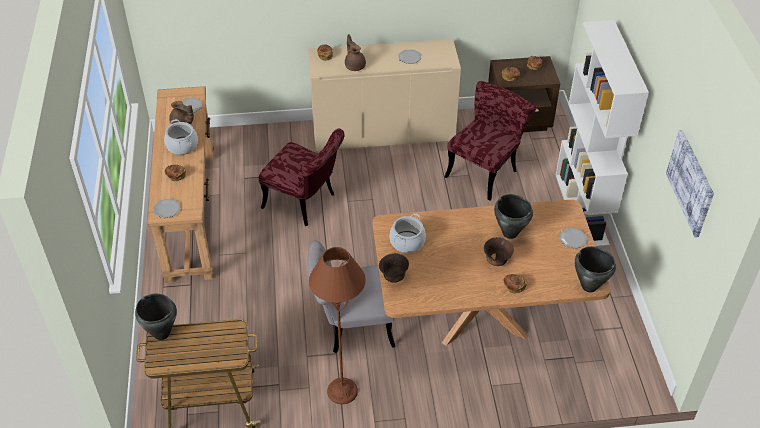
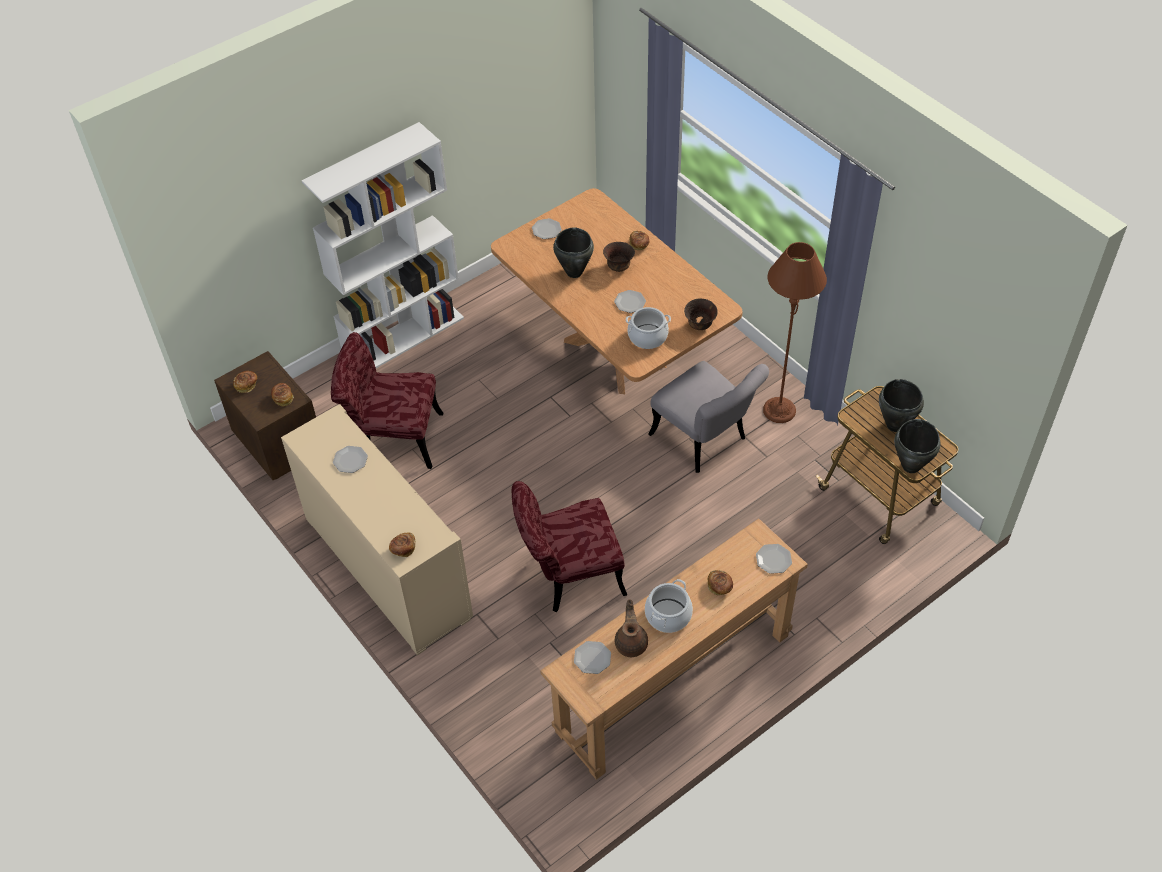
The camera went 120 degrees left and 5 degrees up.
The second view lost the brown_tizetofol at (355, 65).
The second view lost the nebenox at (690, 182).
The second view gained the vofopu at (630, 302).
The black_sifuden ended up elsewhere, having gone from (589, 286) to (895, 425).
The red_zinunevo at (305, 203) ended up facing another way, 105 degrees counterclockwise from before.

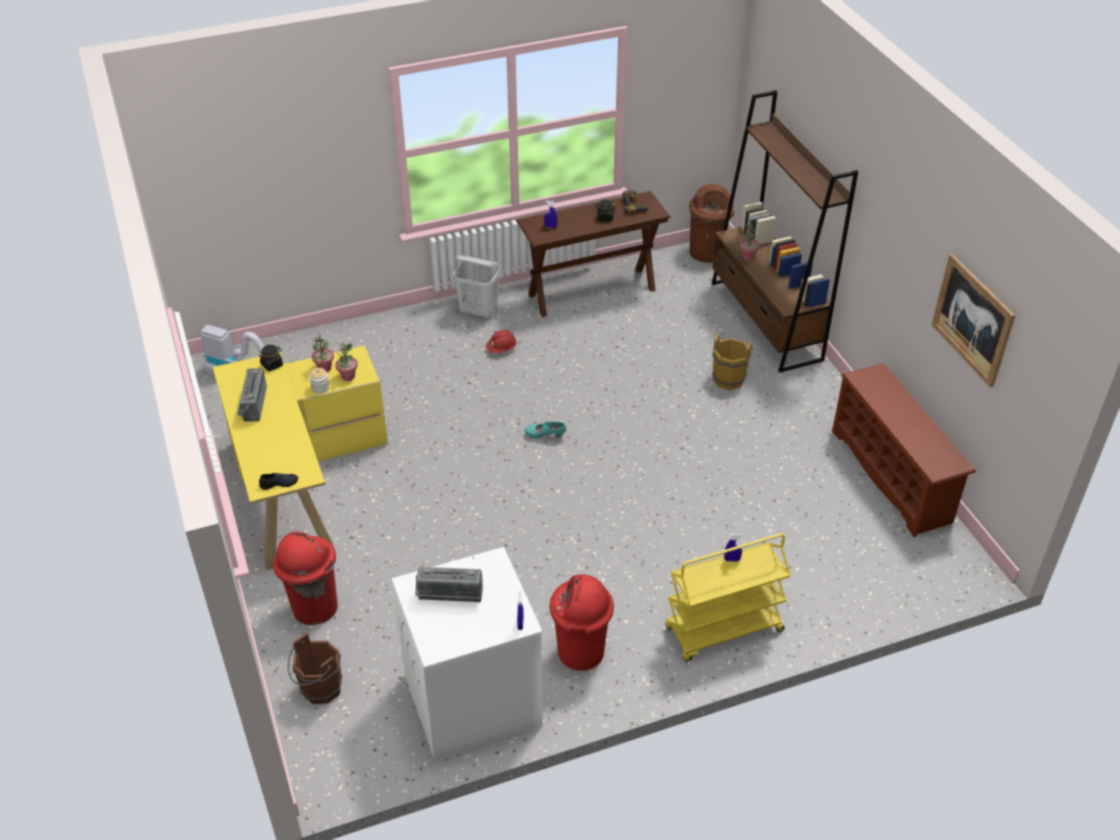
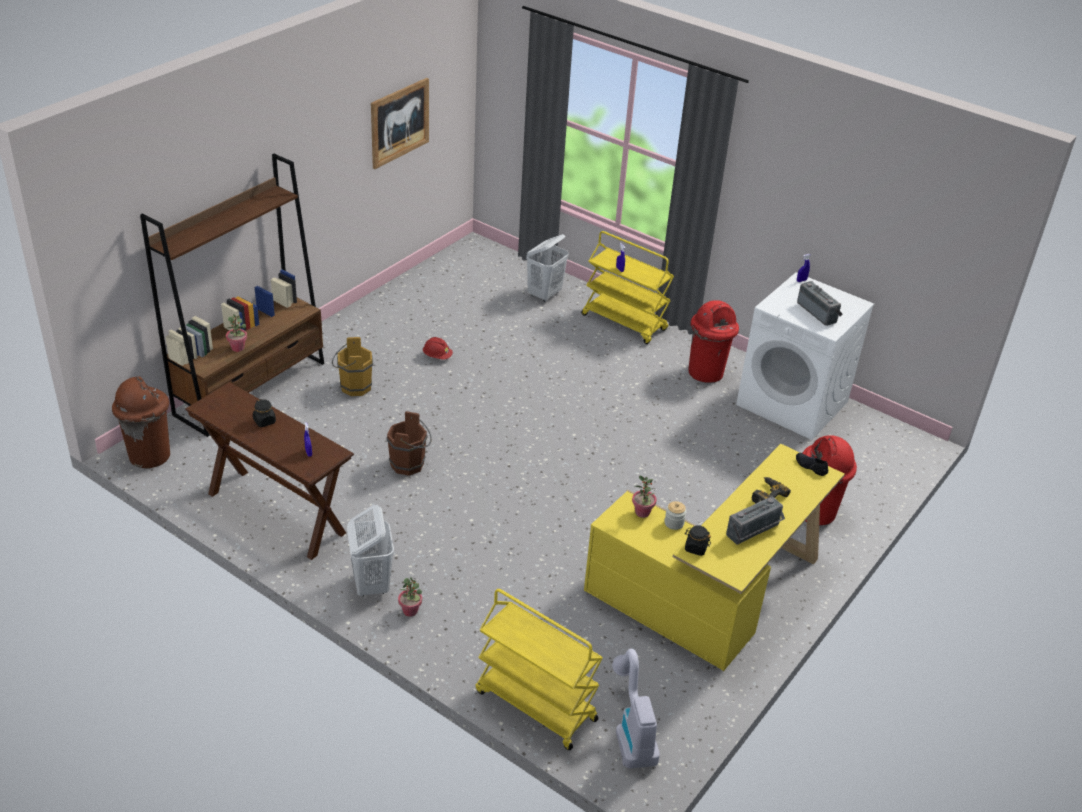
The camera went 125 degrees left and 5 degrees down.
The second view lost the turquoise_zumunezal at (545, 436).
The second view lost the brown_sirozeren at (892, 476).
The second view gained the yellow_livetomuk at (534, 705).
The second view gained the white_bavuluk at (545, 294).
The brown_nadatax ended up elsewhere, having gone from (319, 690) to (410, 465).
The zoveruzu ended up elsewhere, having gone from (324, 368) to (410, 611).
The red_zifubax ended up elsewhere, having gone from (501, 349) to (437, 356).
The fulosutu ended up elsewhere, having gone from (635, 206) to (766, 494).

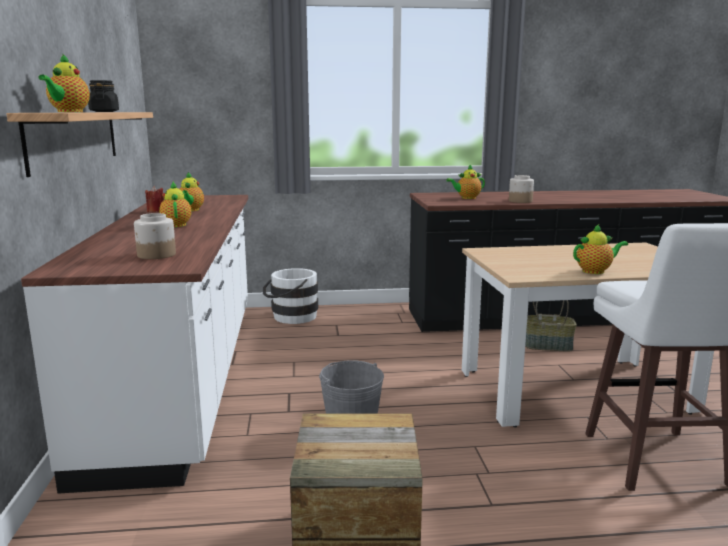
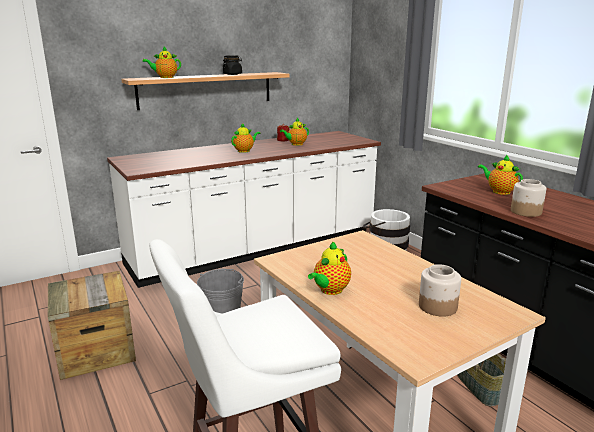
The camera went 65 degrees right and 5 degrees up.
The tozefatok ended up elsewhere, having gone from (156, 255) to (437, 307).
The tizetofol at (595, 271) ended up facing another way, 75 degrees clockwise from before.

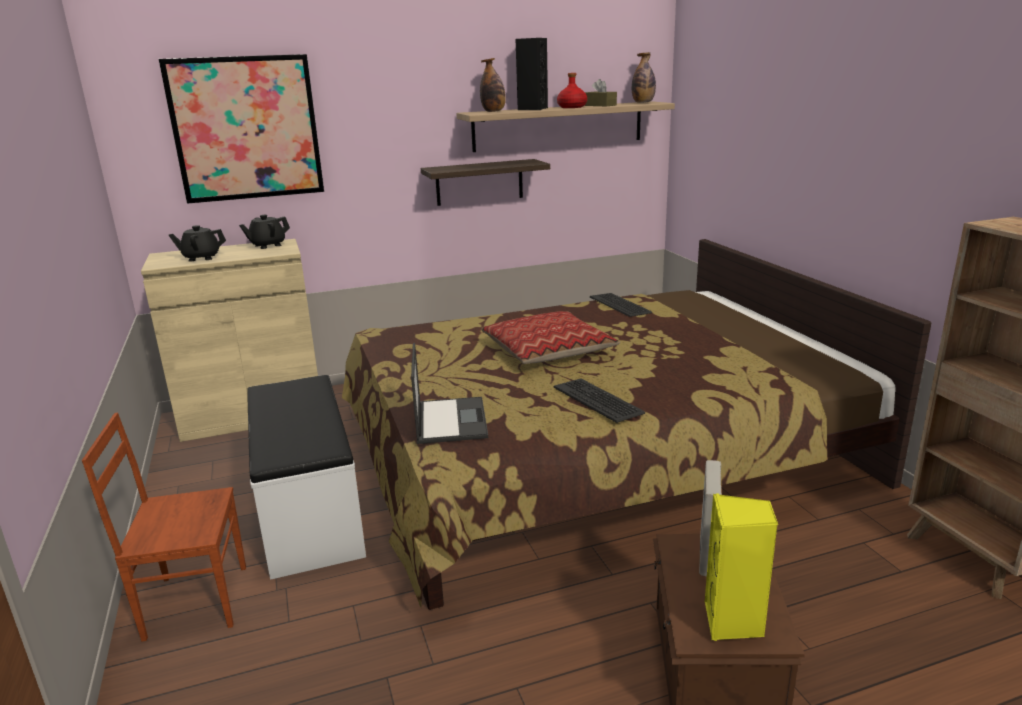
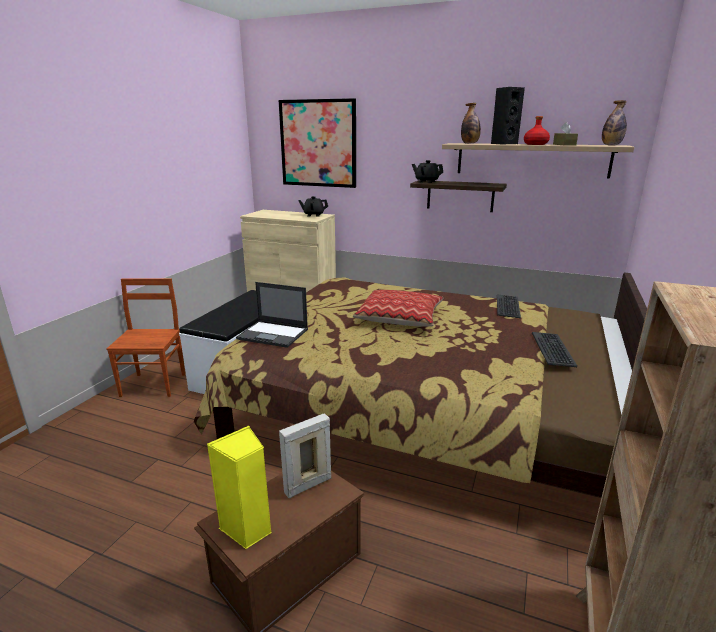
The camera went 40 degrees right and 0 degrees up.
The black_tizetofol ended up elsewhere, having gone from (201, 258) to (426, 181).
The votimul ended up elsewhere, having gone from (598, 400) to (553, 349).
The brown_zinunevo at (195, 601) ended up facing another way, 60 degrees clockwise from before.
The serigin at (450, 420) ended up facing another way, 75 degrees clockwise from before.

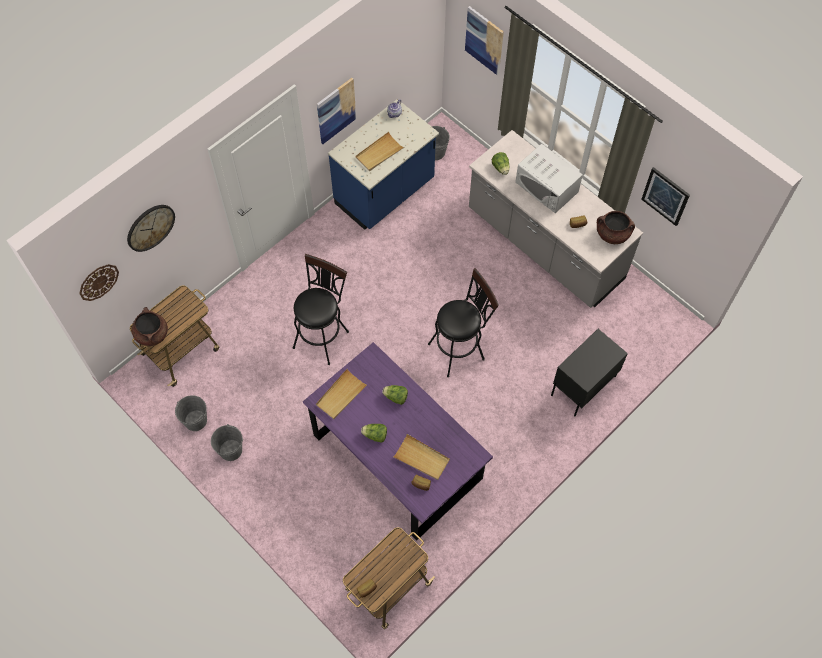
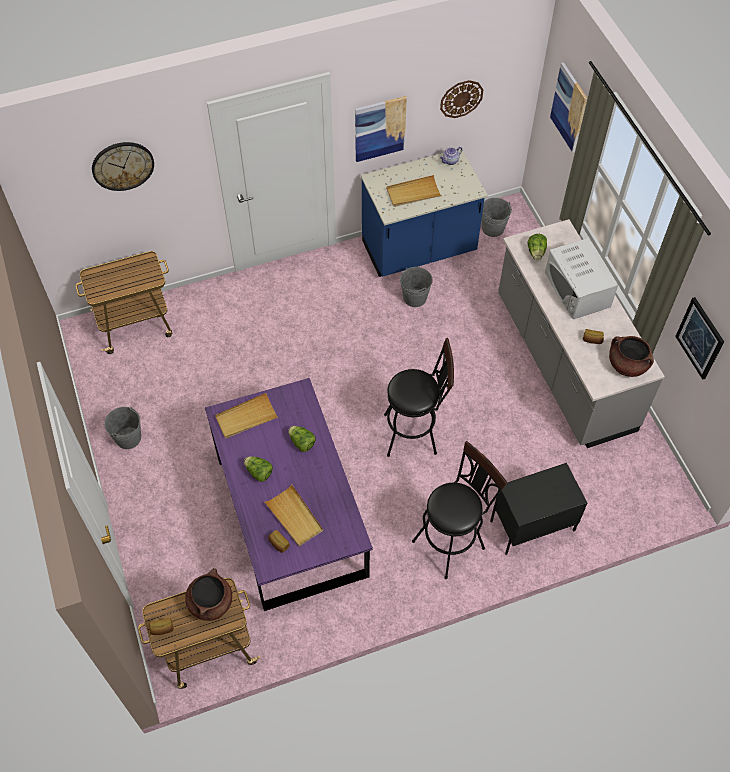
The camera went 25 degrees right and 5 degrees down.
The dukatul ended up elsewhere, having gone from (98, 282) to (461, 98).
The brown_sifuden ended up elsewhere, having gone from (152, 334) to (210, 602).
The grey_nadatax ended up elsewhere, having gone from (195, 420) to (414, 297).
The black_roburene ended up elsewhere, having gone from (323, 335) to (453, 541).

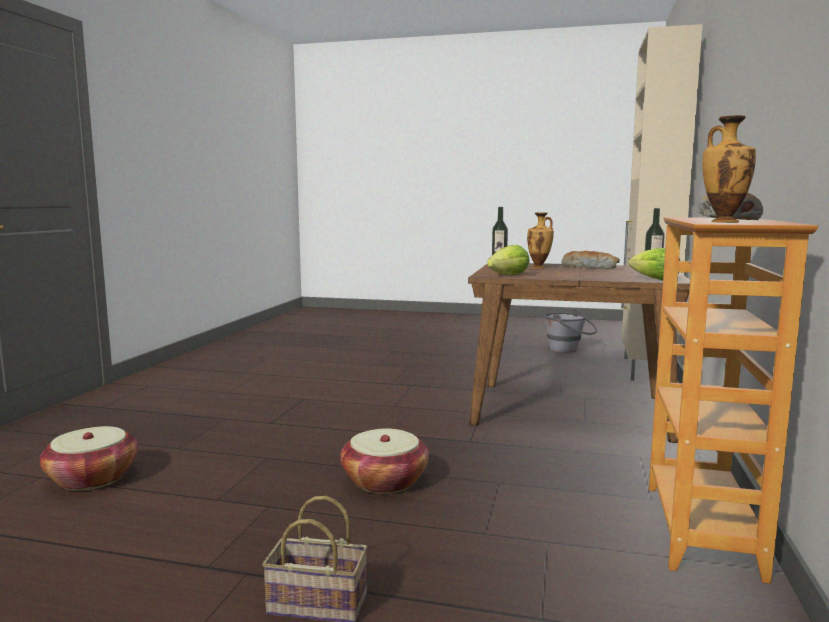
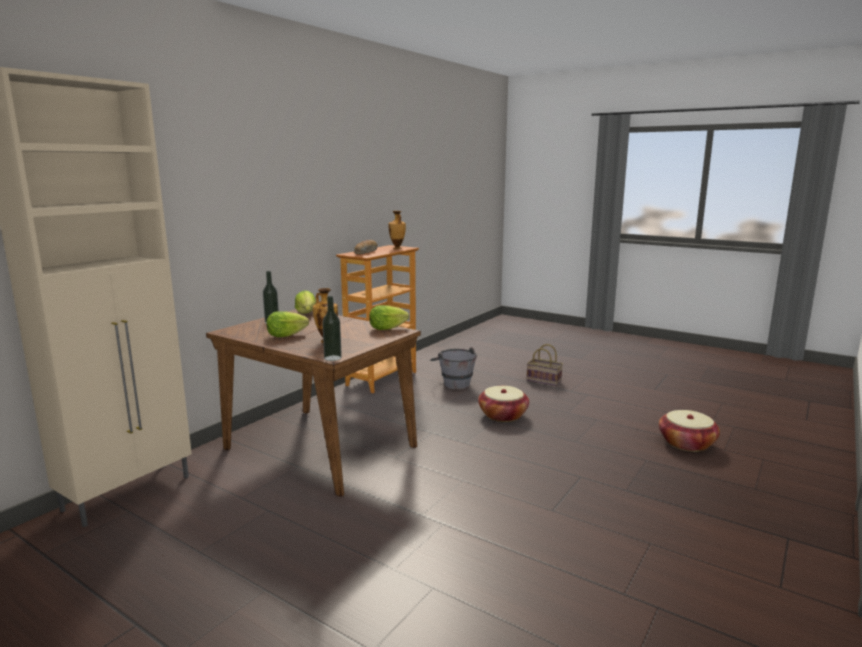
The camera went 160 degrees left and 5 degrees up.
The grey_nadatax ended up elsewhere, having gone from (569, 350) to (453, 383).
Where the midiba stood at (590, 268), the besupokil came to stand at (286, 335).

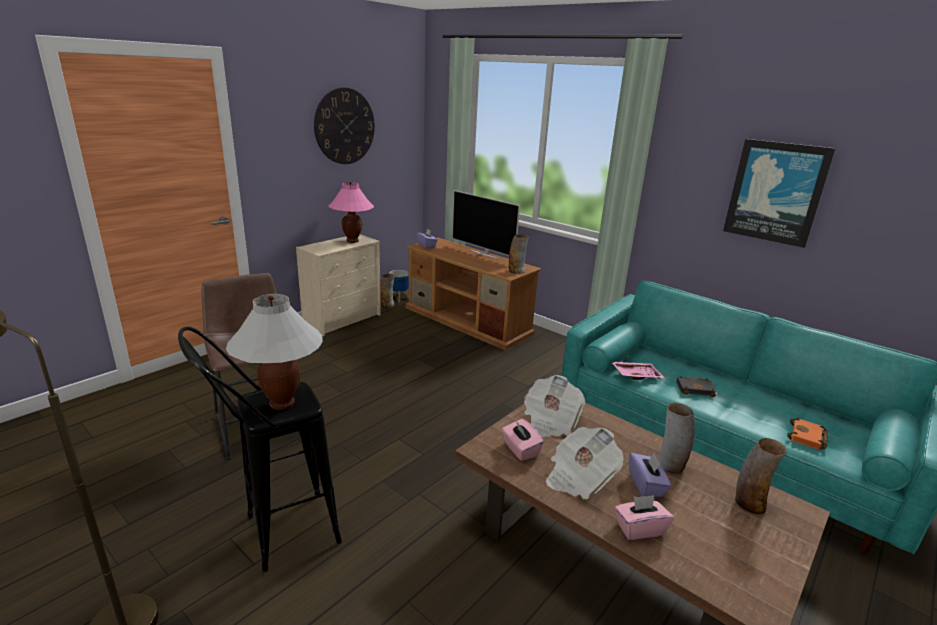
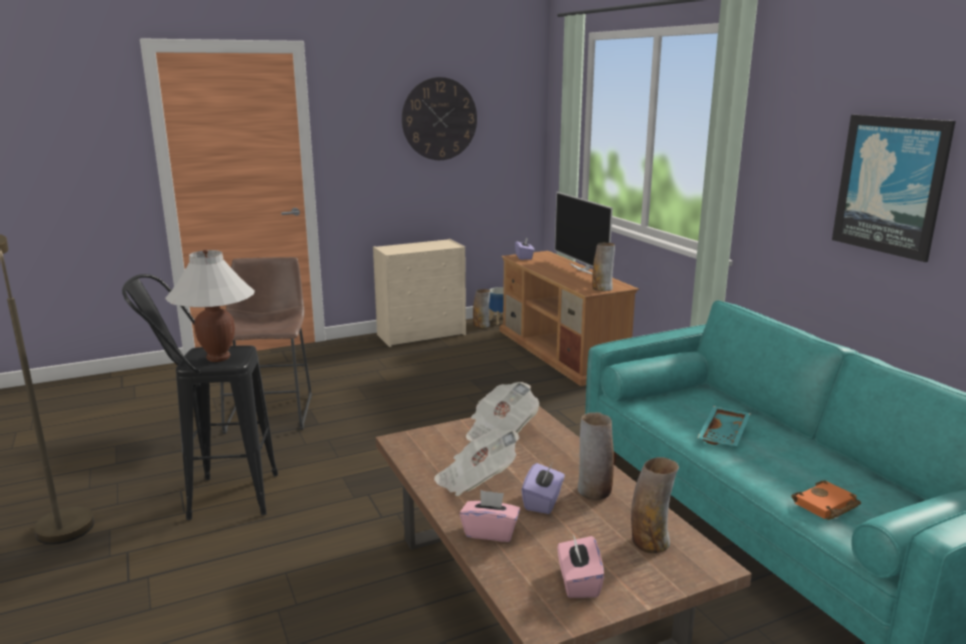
The camera went 25 degrees right and 5 degrees down.
The second view lost the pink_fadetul at (352, 241).
The second view lost the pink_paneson at (635, 375).
The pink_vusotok ended up elsewhere, having gone from (520, 450) to (578, 582).
Where the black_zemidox stood at (695, 389), the turquoise_paneson came to stand at (725, 434).

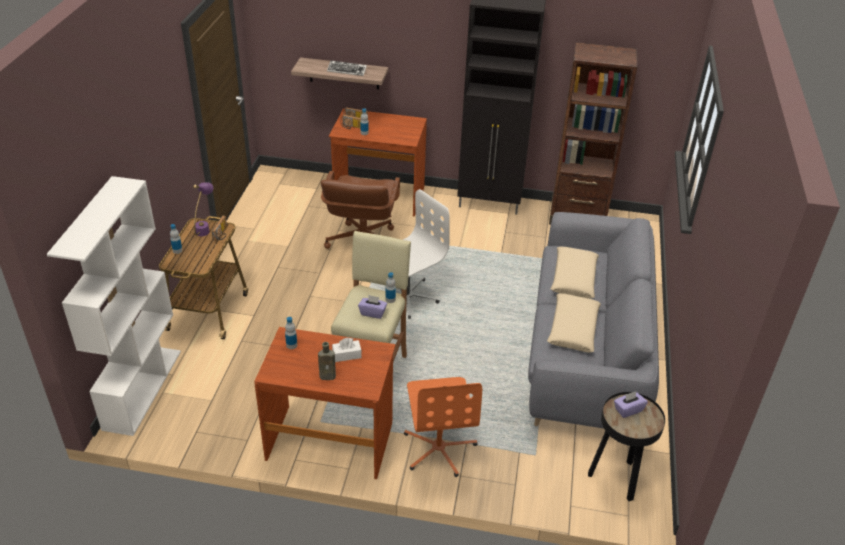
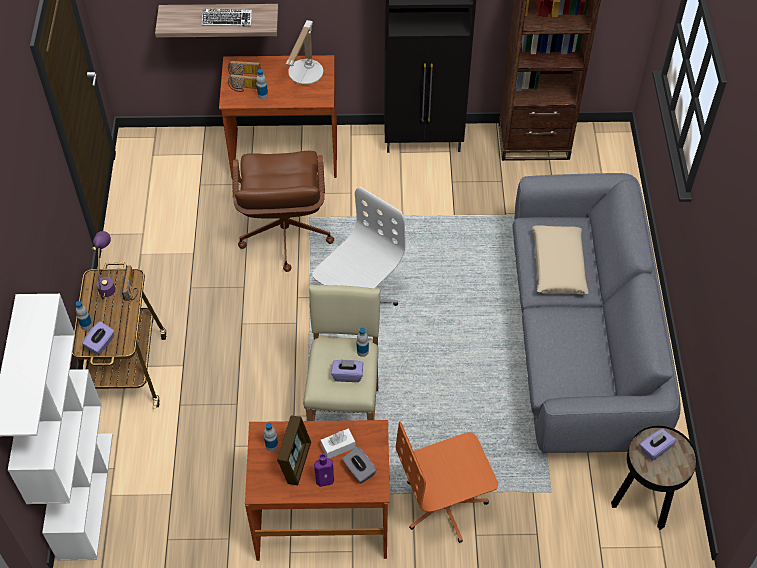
The camera went 10 degrees left and 15 degrees up.
The second view lost the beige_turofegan at (573, 329).
The second view gained the purple_vusotok at (101, 344).
The second view gained the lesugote at (296, 462).
The second view gained the fadetul at (304, 76).
The second view gained the grey_vusotok at (359, 470).
What was the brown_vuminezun at (329, 376) turned into the purple_vuminezun at (326, 480).
The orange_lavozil at (439, 448) ended up facing another way, 90 degrees clockwise from before.

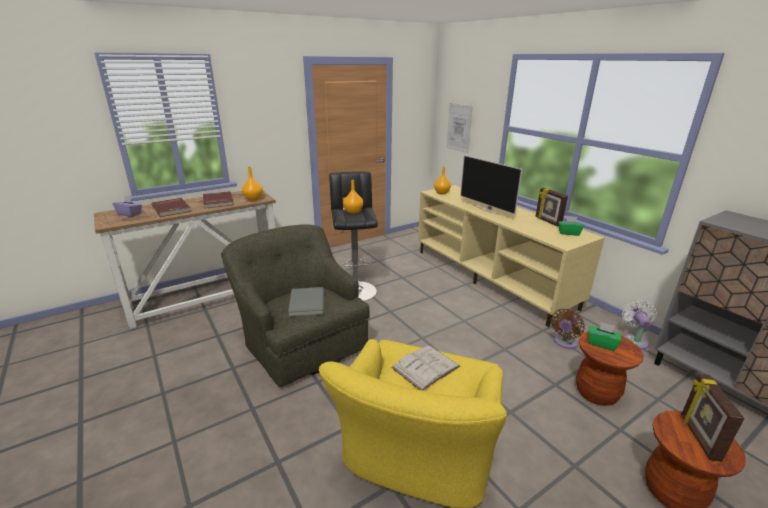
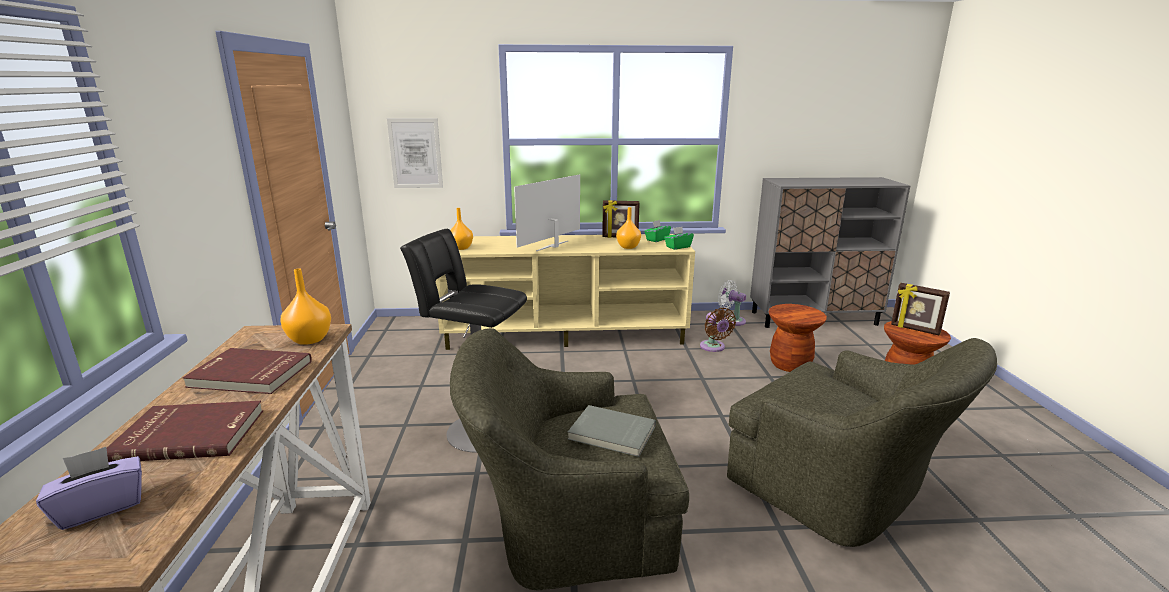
The camera went 60 degrees left and 5 degrees down.
The second view lost the white_zemidox at (425, 367).
The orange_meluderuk ended up elsewhere, having gone from (353, 212) to (628, 247).
The green_vusotok ended up elsewhere, having gone from (602, 343) to (678, 247).
What was the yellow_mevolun at (416, 455) turned into the green_mevolun at (840, 491).
The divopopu at (487, 210) ended up facing another way, 135 degrees clockwise from before.

